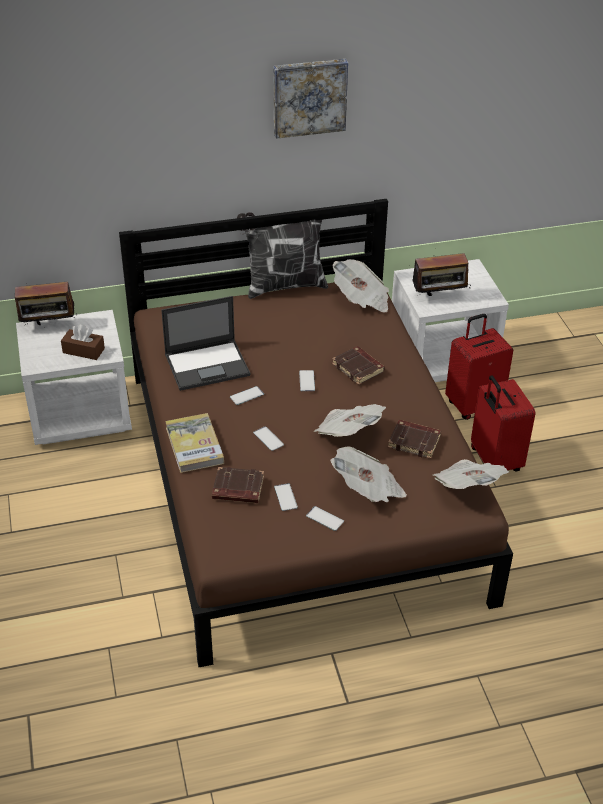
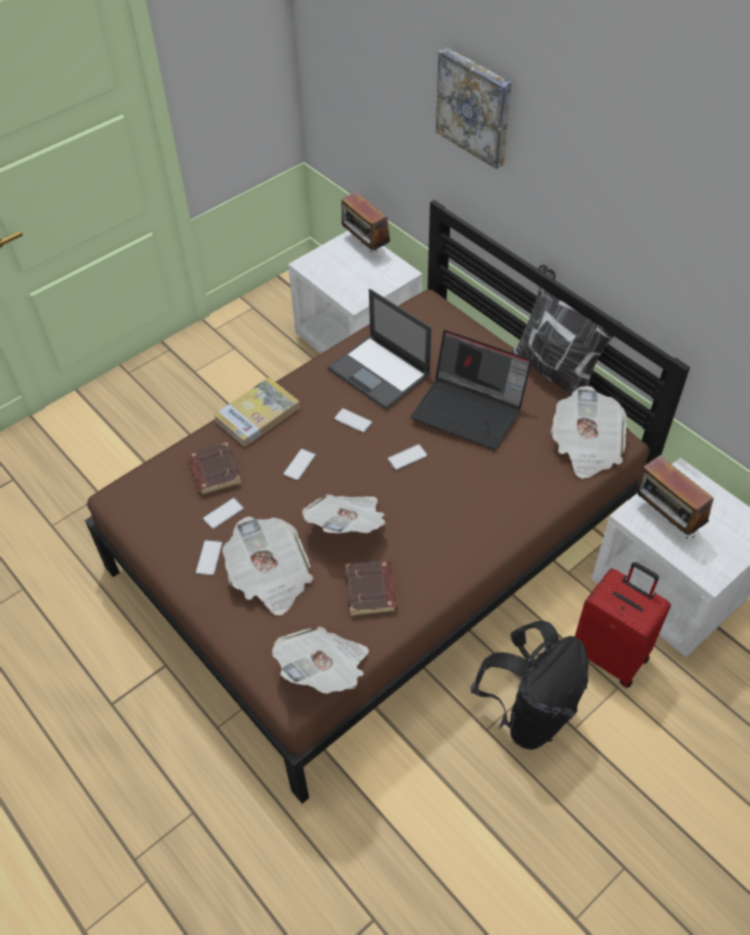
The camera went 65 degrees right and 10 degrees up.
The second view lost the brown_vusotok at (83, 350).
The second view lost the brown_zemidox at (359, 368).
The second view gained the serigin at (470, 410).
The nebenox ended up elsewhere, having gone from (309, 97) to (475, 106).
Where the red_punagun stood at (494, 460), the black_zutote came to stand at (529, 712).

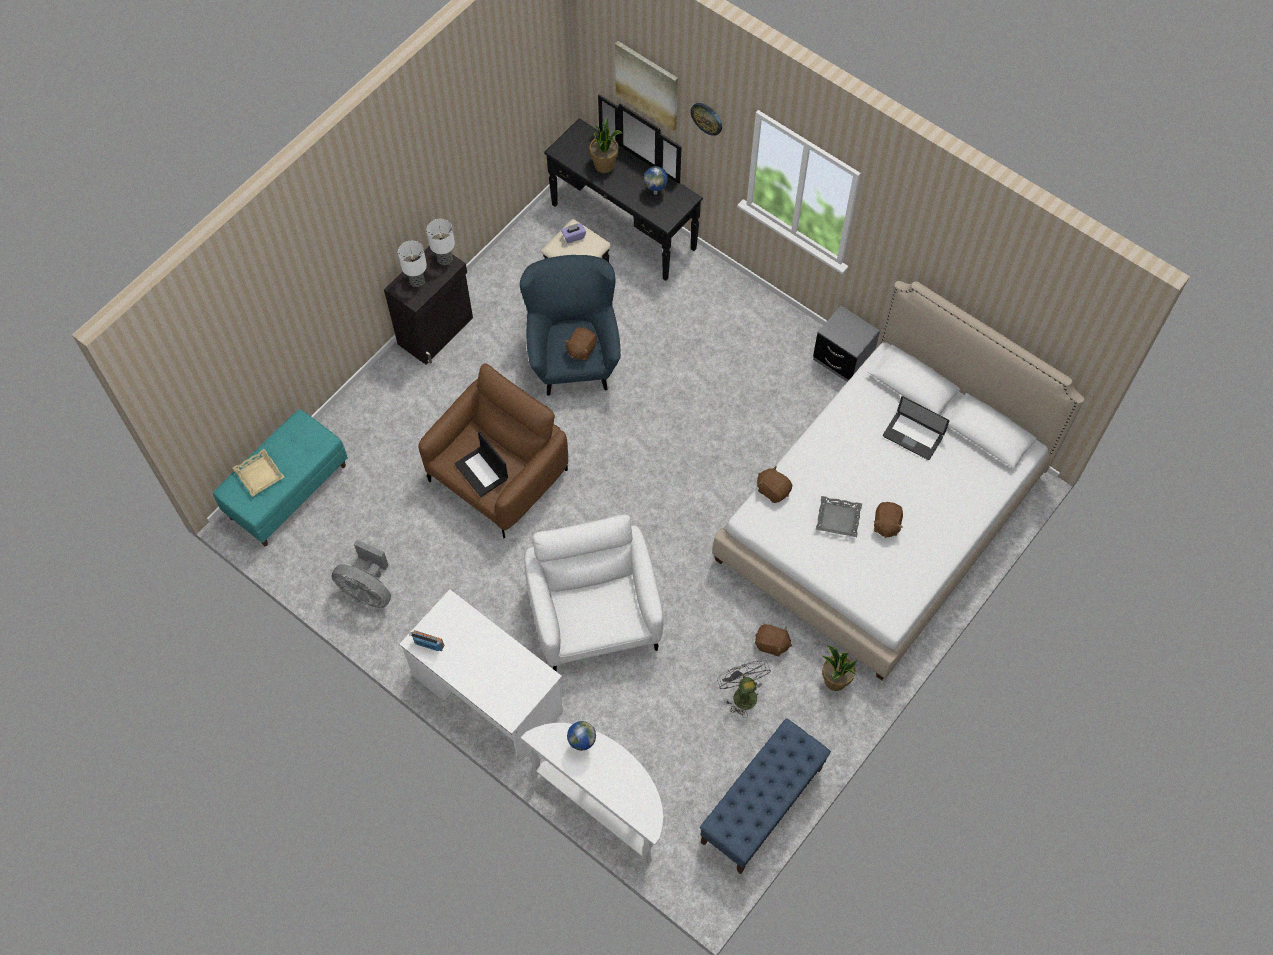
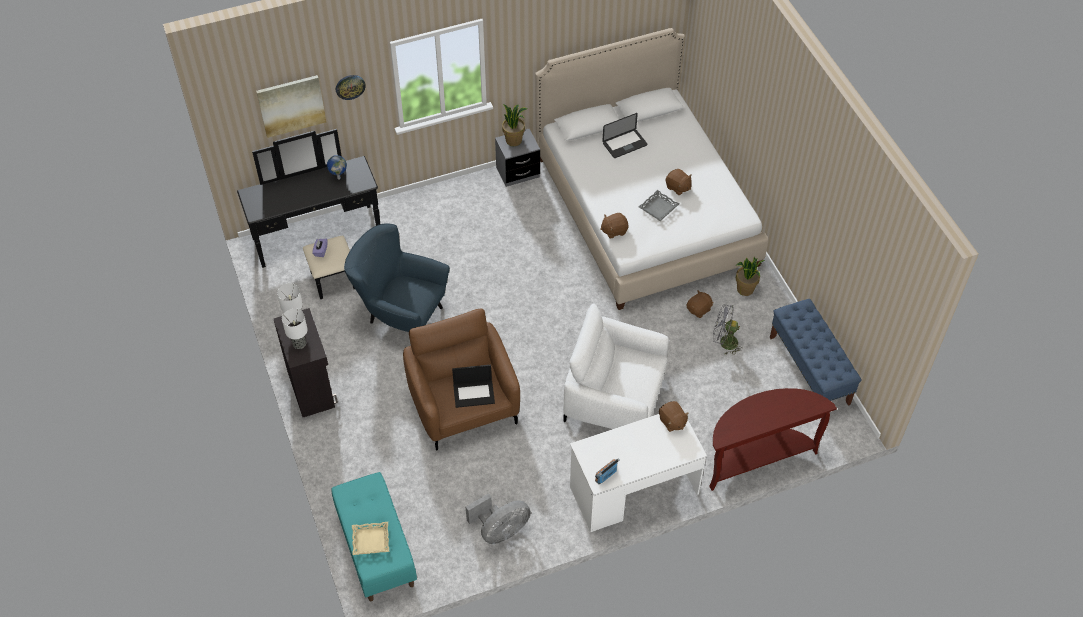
The camera went 60 degrees left and 10 degrees down.
The second view lost the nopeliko at (581, 744).
The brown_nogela ended up elsewhere, having gone from (581, 349) to (672, 422).
The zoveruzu ended up elsewhere, having gone from (605, 165) to (514, 140).
What was the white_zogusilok at (603, 802) turned into the brown_zogusilok at (757, 457).

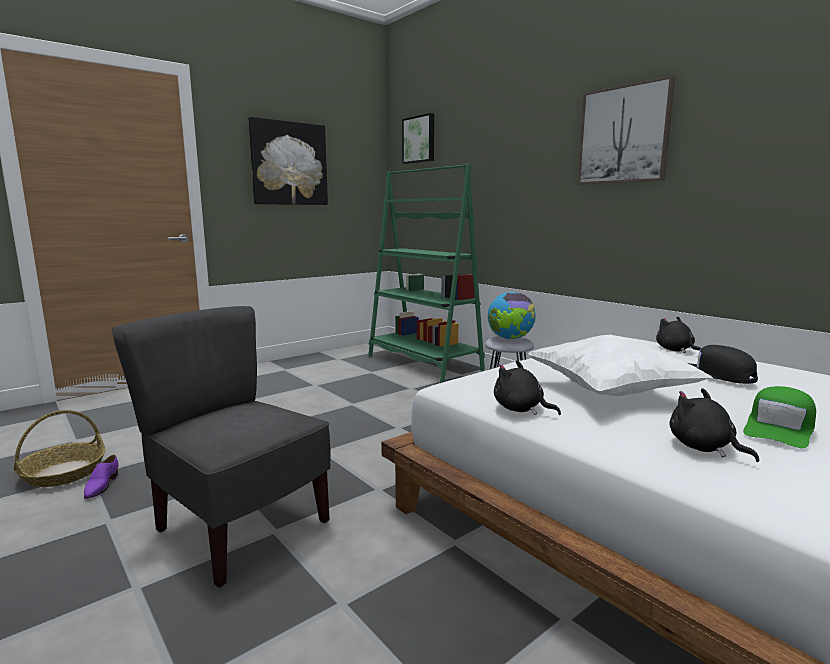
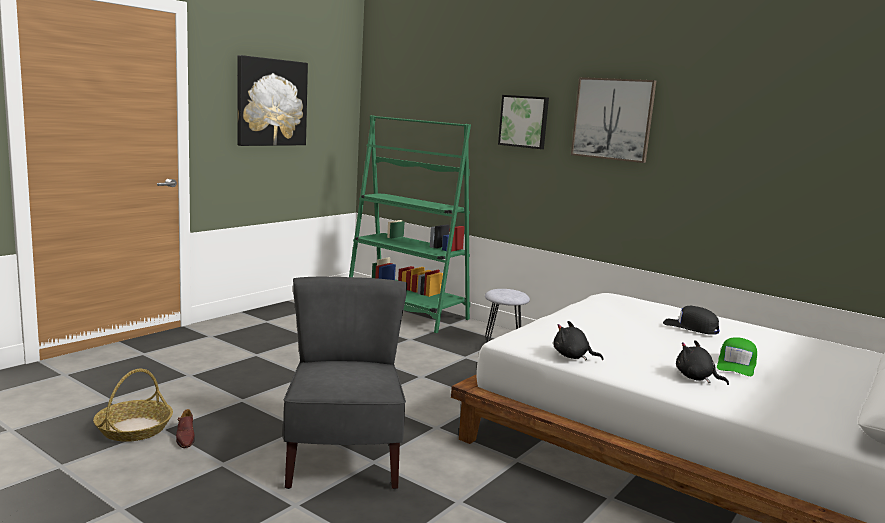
The camera went 15 degrees left and 0 degrees up.
The second view lost the nopeliko at (510, 339).
The second view lost the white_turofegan at (610, 393).
The second view lost the black_nogela at (675, 350).
The nebenox ended up elsewhere, having gone from (419, 139) to (524, 121).
What was the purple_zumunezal at (101, 486) turned into the brown_zumunezal at (185, 437).
The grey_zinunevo at (240, 528) ended up facing another way, 60 degrees clockwise from before.

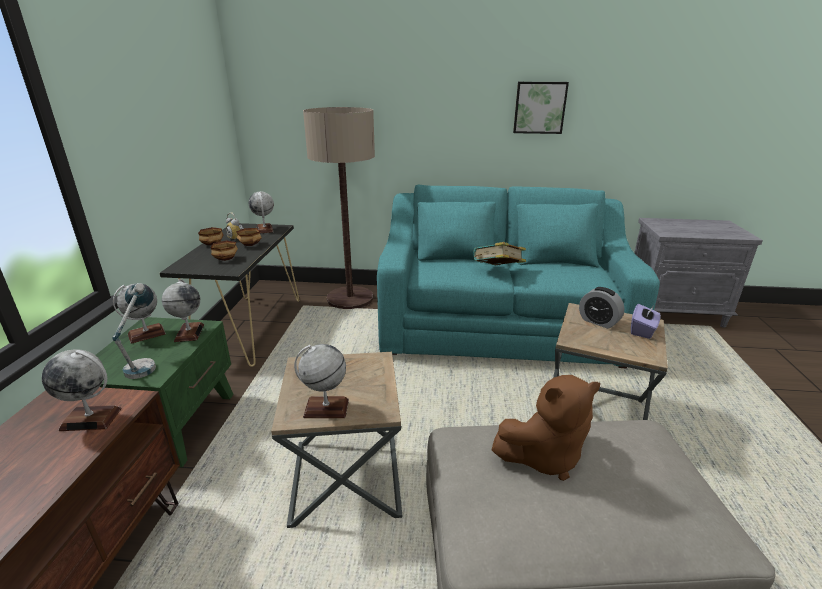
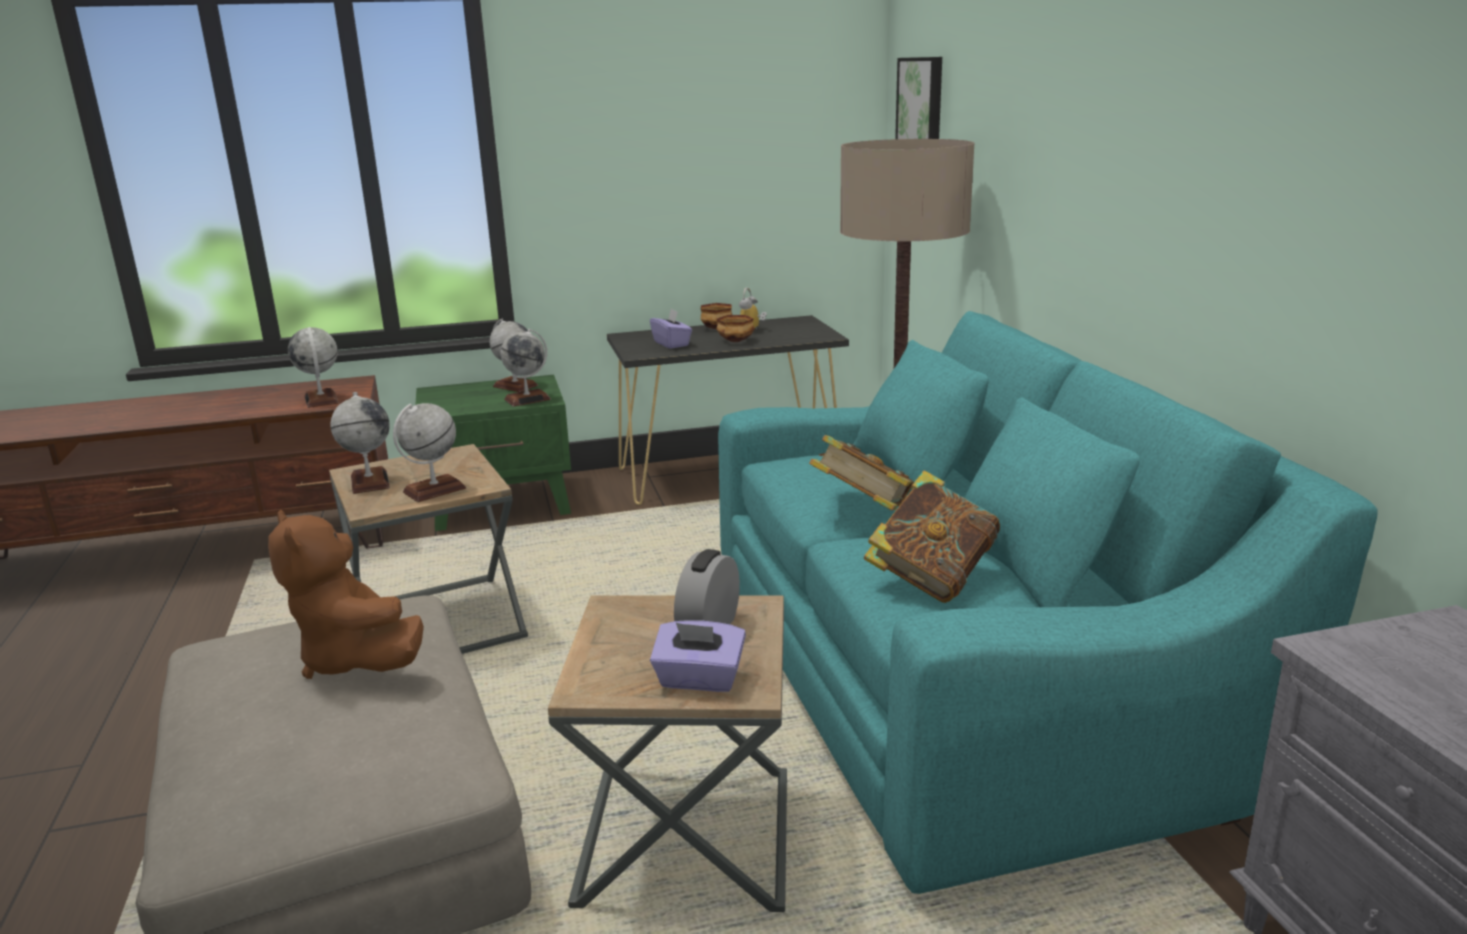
The camera went 70 degrees right and 5 degrees down.
The second view lost the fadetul at (146, 363).
The second view gained the zemidox at (931, 579).
The nopeliko ended up elsewhere, having gone from (265, 229) to (434, 490).
The nebenox ended up elsewhere, having gone from (539, 107) to (922, 101).
Where the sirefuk stood at (225, 259), the purple_vusotok came to stand at (672, 344).

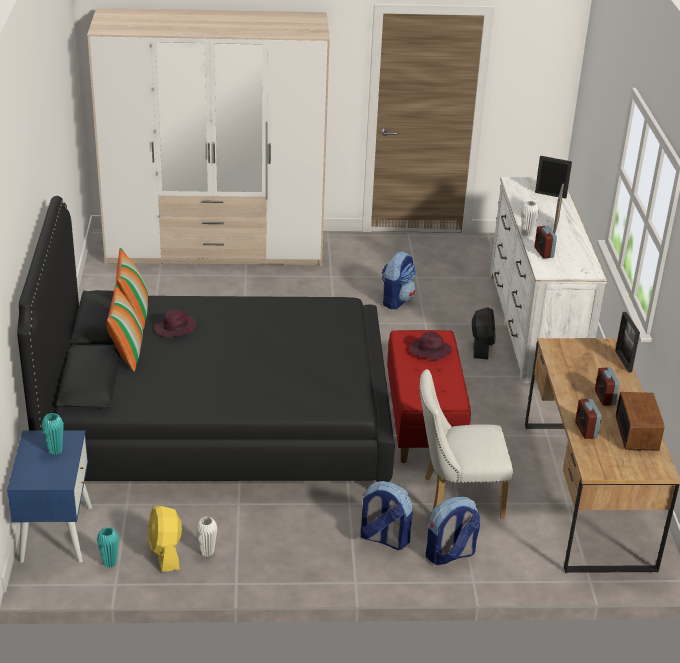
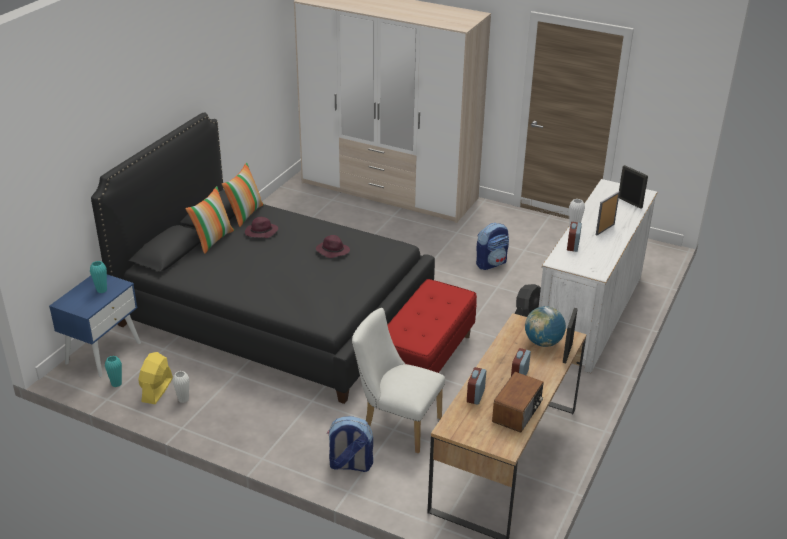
The camera went 30 degrees right and 0 degrees up.
The second view lost the zutote at (383, 539).
The second view gained the nopeliko at (543, 342).
The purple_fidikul ended up elsewhere, having gone from (429, 351) to (332, 251).

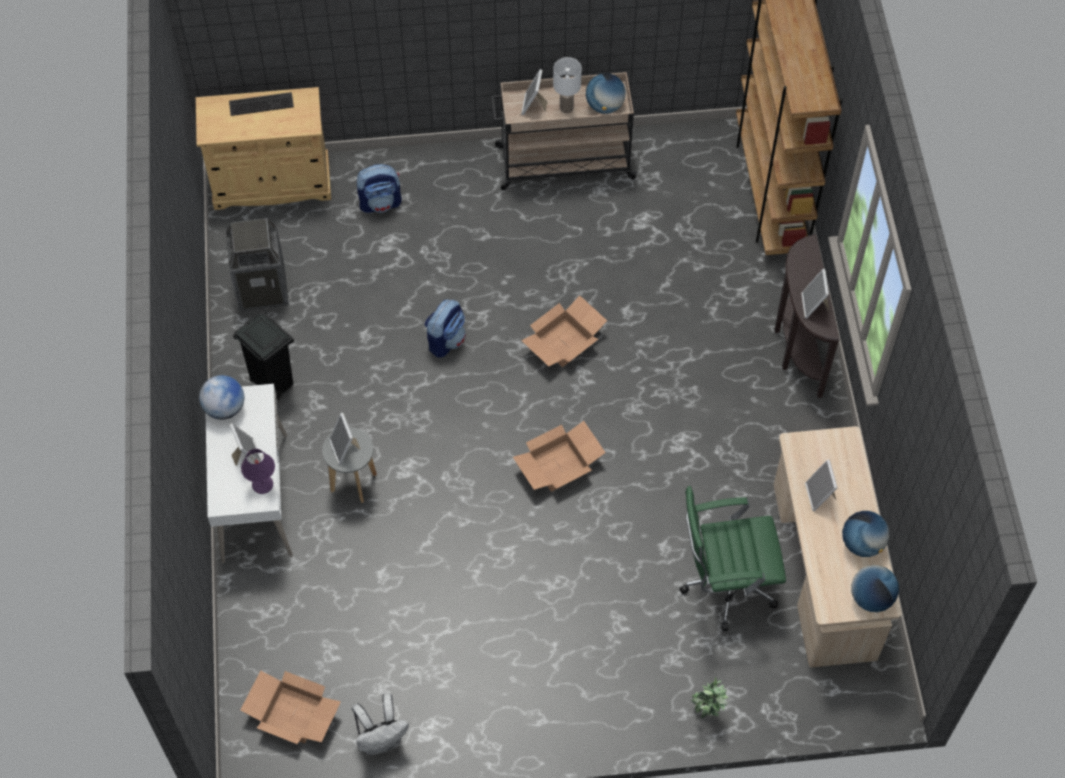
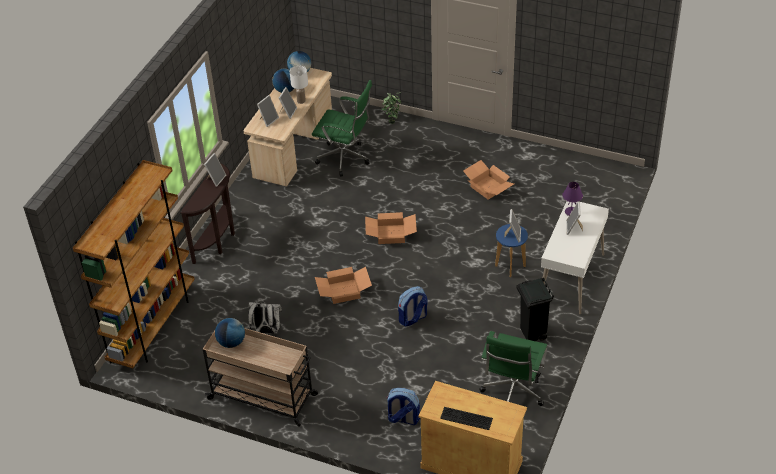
The camera went 150 degrees left and 15 degrees down.
The second view lost the nopeliko at (225, 408).
The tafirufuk ended up elsewhere, having gone from (294, 714) to (487, 187).
The white_zutote ended up elsewhere, having gone from (381, 739) to (266, 331).
The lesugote ended up elsewhere, having gone from (533, 105) to (268, 120).
The white_fadetul ended up elsewhere, having gone from (566, 107) to (301, 101).
Where the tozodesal stood at (262, 288), the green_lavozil came to stand at (512, 393).
What was the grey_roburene at (354, 483) turned into the blue_roburene at (510, 266).

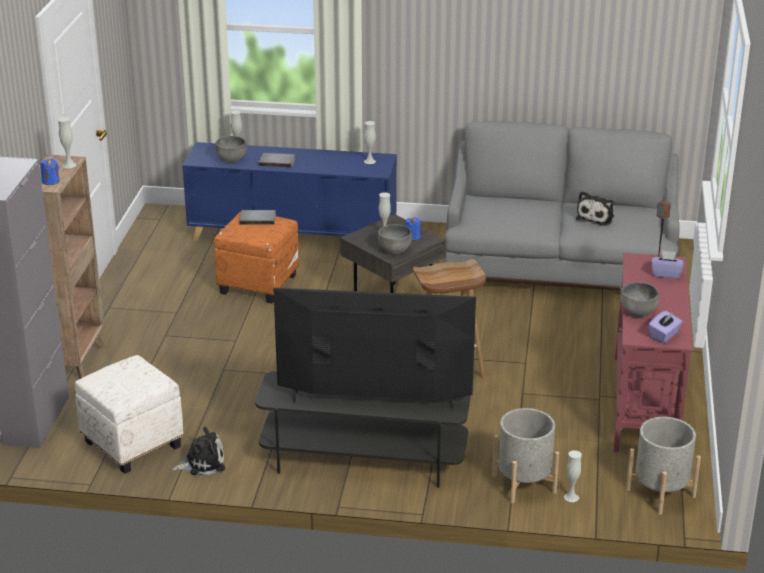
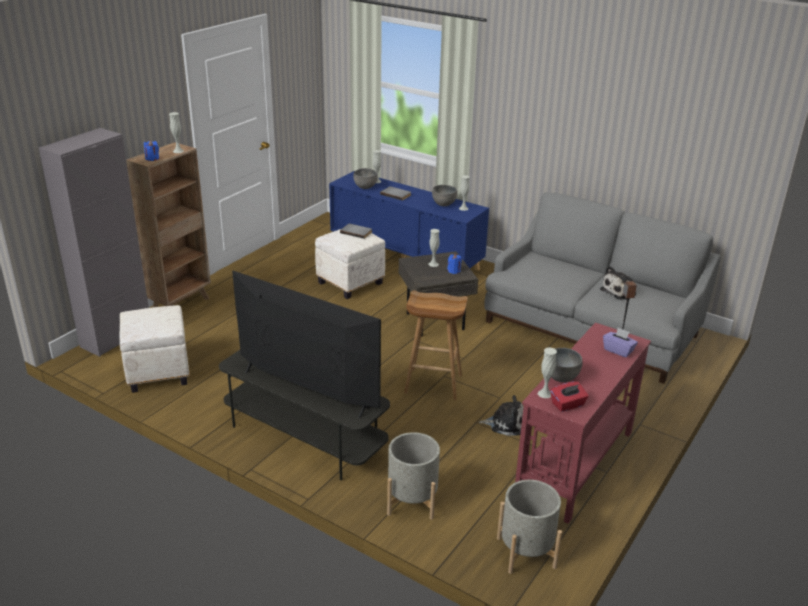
The camera went 25 degrees right and 0 degrees up.
The nogela ended up elsewhere, having gone from (202, 462) to (505, 424).
The grey_sirefuk ended up elsewhere, having gone from (394, 251) to (443, 204).
The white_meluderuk ended up elsewhere, having gone from (571, 497) to (545, 394).
What was the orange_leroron at (258, 283) turned into the white_leroron at (350, 282).
What was the purple_vusotok at (664, 335) turned into the red_vusotok at (568, 405).

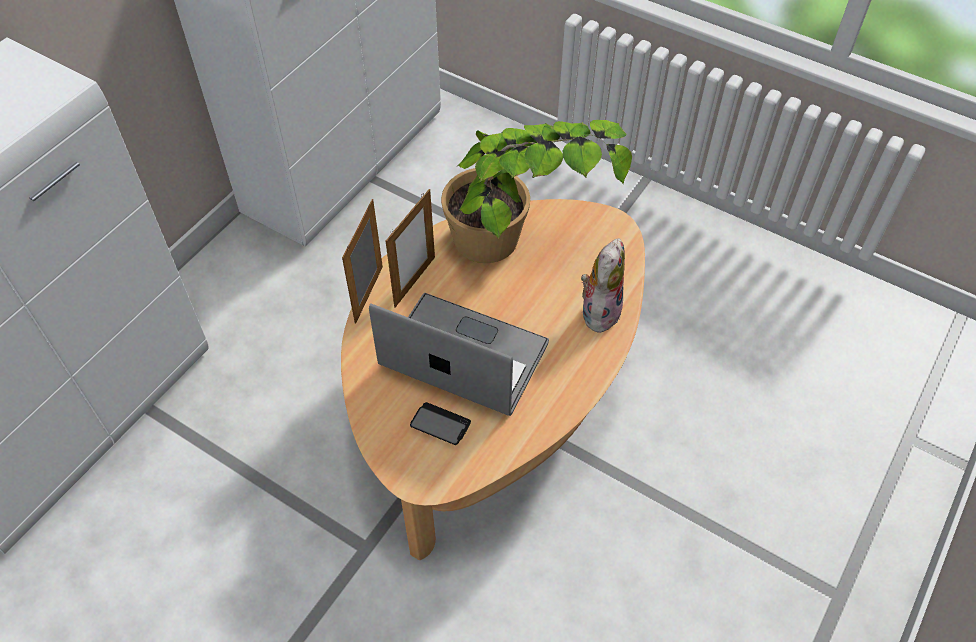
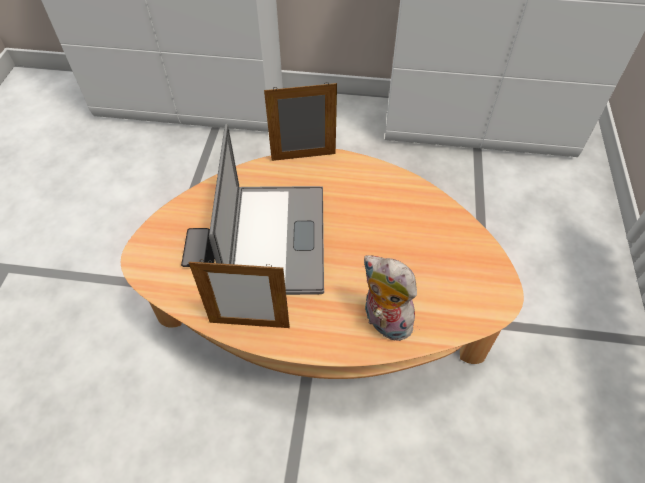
The camera went 65 degrees right and 0 degrees up.
The second view lost the zoveruzu at (519, 248).
The lesugote ended up elsewhere, having gone from (414, 281) to (249, 324).
The nogela at (599, 310) ended up facing another way, 135 degrees counterclockwise from before.

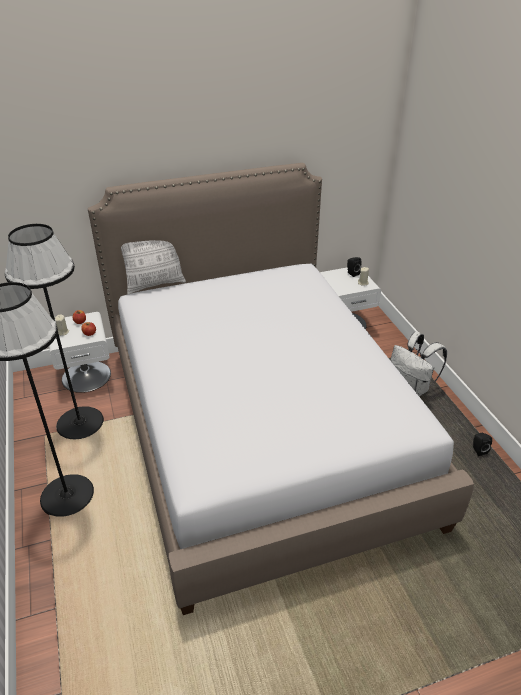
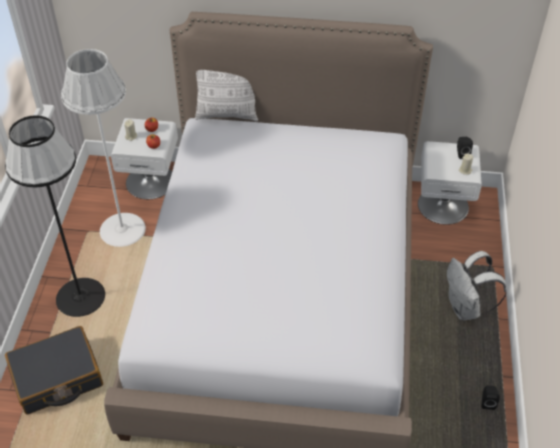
The camera went 25 degrees right and 10 degrees up.
The second view gained the black_punagun at (57, 377).
What was the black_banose at (80, 423) turned into the white_banose at (122, 229).

